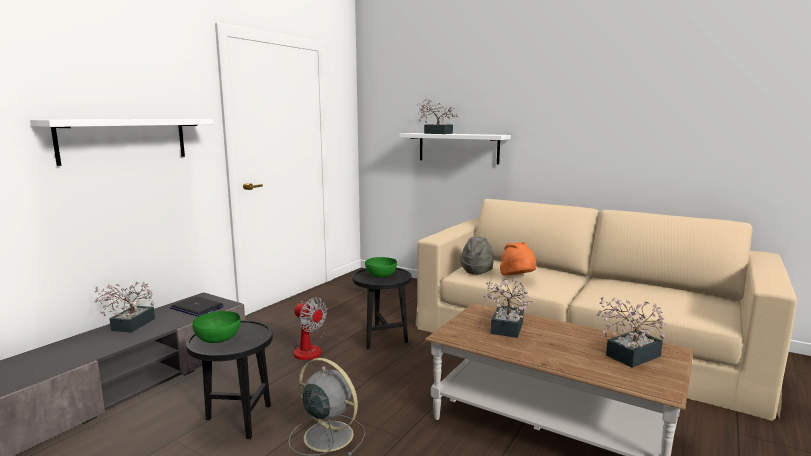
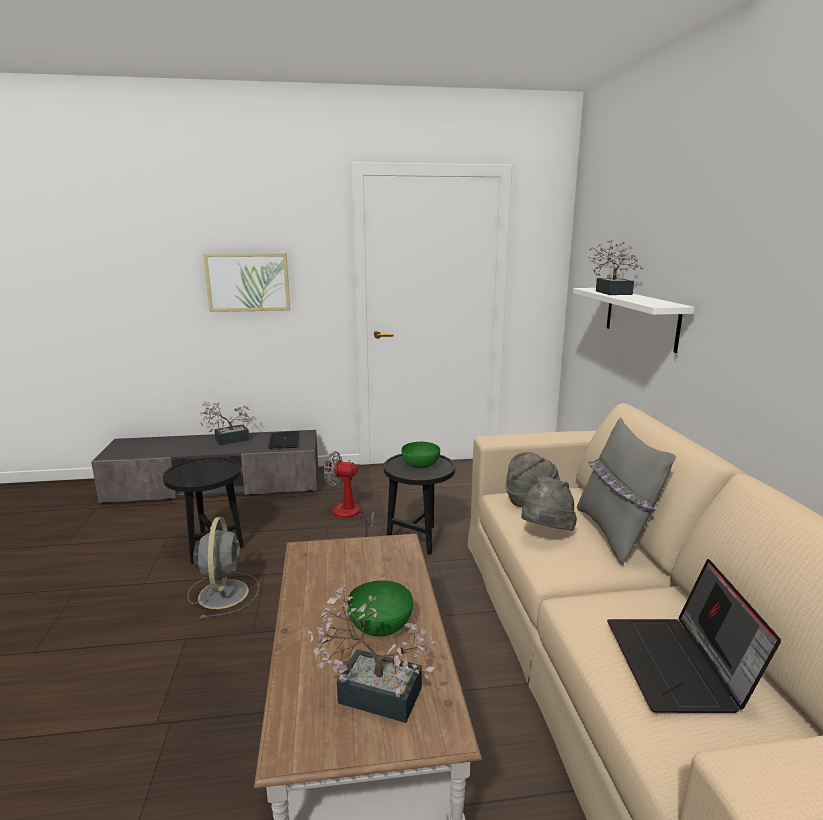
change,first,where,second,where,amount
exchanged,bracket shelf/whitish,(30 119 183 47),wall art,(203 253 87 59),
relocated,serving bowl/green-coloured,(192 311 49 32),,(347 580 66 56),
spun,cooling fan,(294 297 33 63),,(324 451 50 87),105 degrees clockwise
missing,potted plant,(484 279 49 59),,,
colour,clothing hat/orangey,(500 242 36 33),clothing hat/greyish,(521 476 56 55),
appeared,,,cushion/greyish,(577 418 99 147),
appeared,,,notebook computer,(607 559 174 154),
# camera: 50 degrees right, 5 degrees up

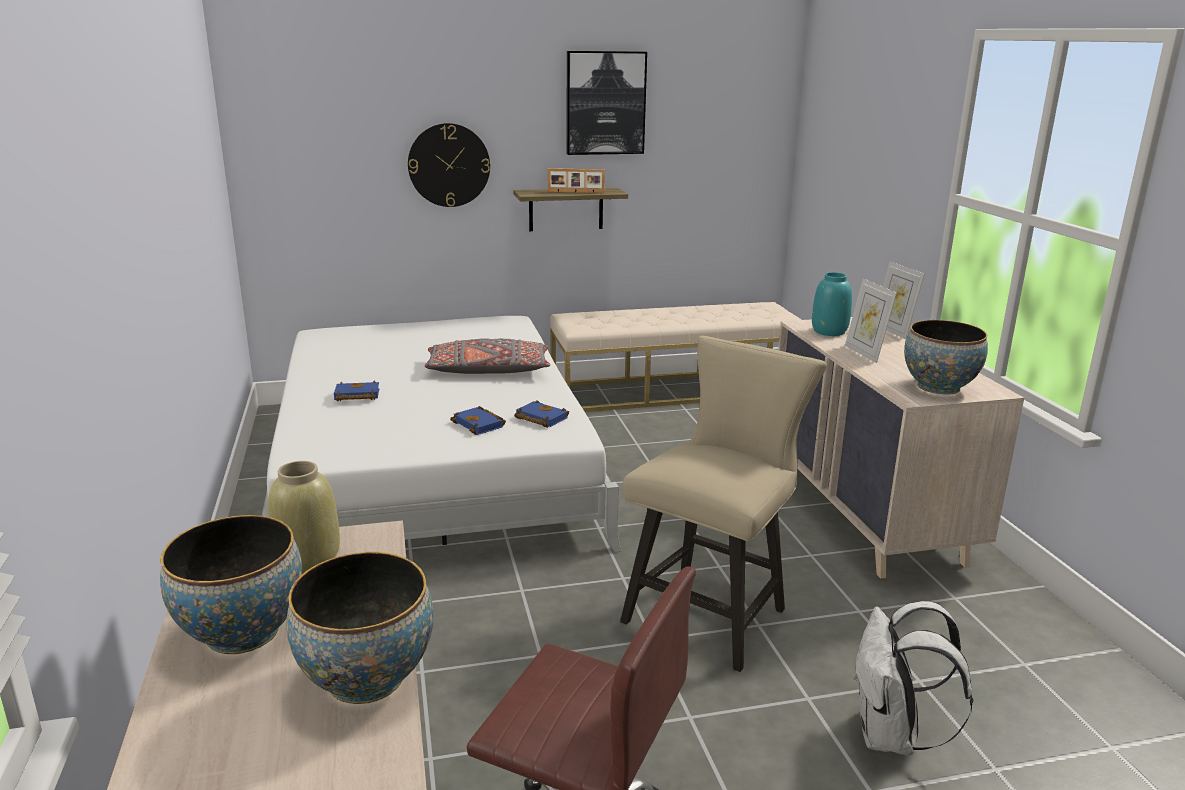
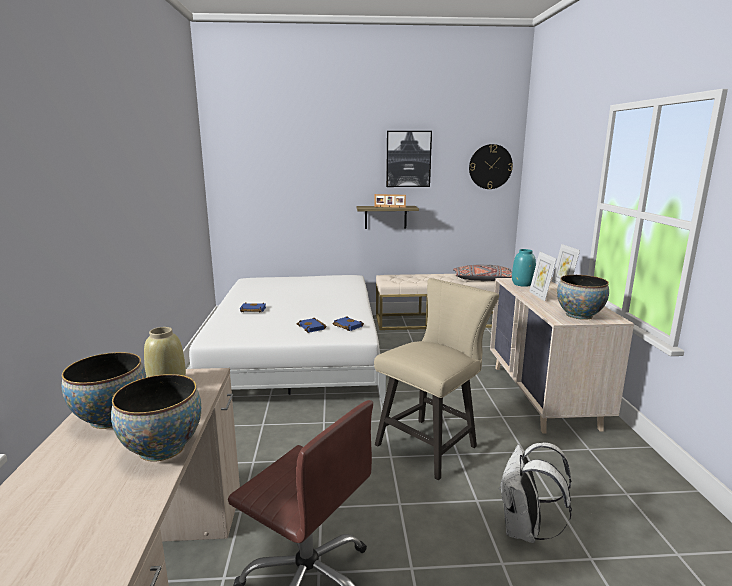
change,first,where,second,where,amount
relocated,hanging clock,(408 123 82 84),,(469 144 44 45),
relocated,cushion/greyish,(425 338 125 36),,(453 264 59 17),
# camera: 10 degrees right, 5 degrees down

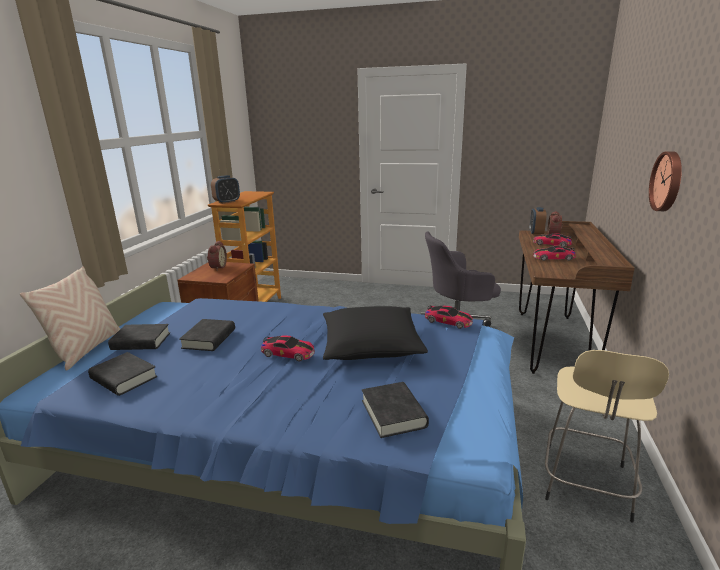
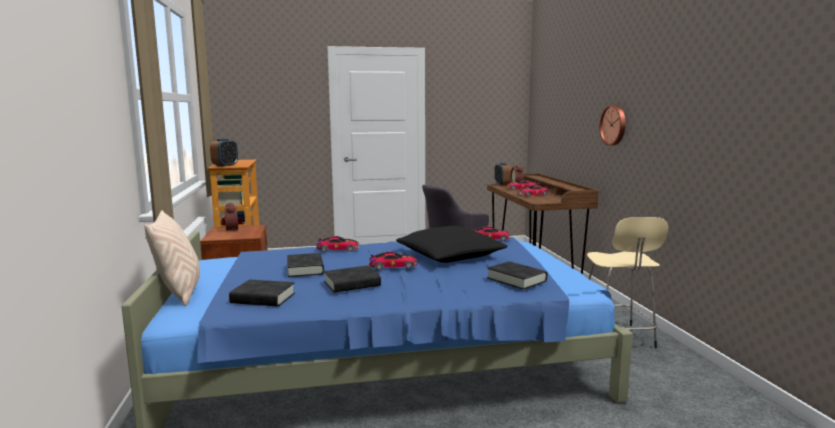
change,first,where,second,where,amount
relocated,volume/black,(108 324 62 26),,(324 265 57 28),
appeared,,,toy car,(317 236 42 16),
# camera: 25 degrees left, 10 degrees down

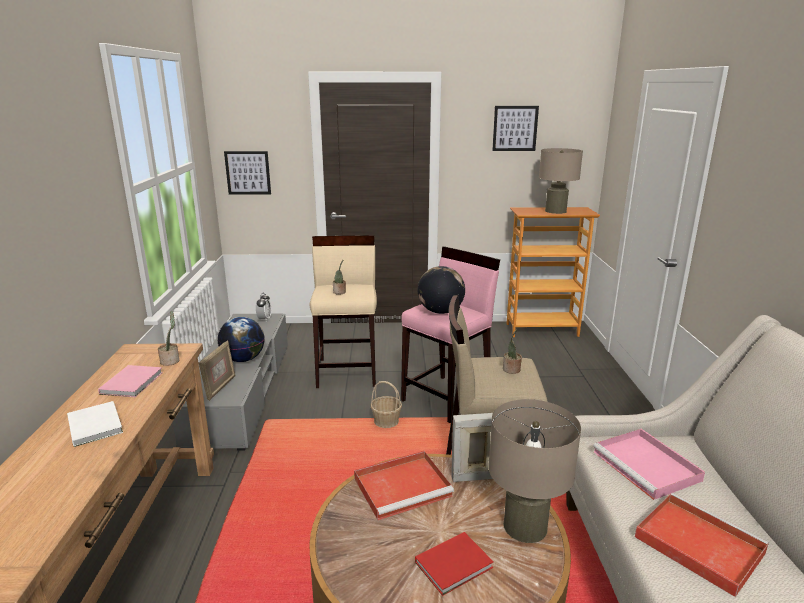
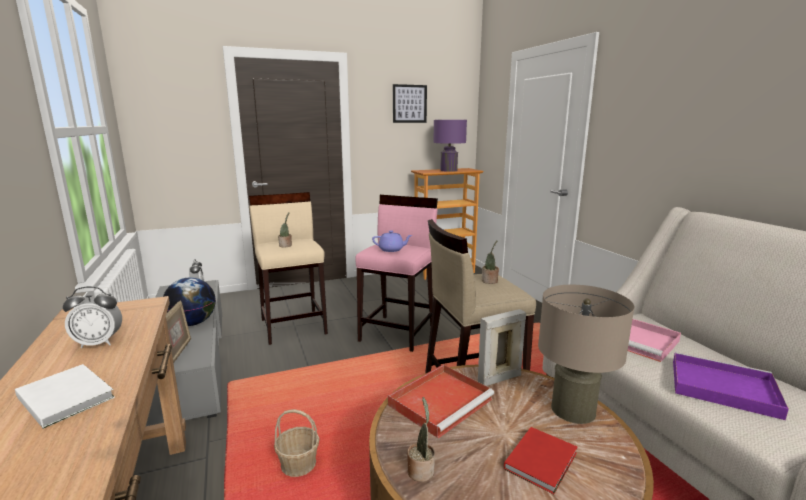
change,first,where,second,where,amount
exchanged,volume/pinkish,(98 365 65 32),bedside clock,(63 286 59 62),
relocated,potted plant,(158 311 21 55),,(407 397 28 85),
missing,wall art,(224 151 47 44),,,
relocated,basket,(371 381 31 47),,(274 409 46 68),
exchanged,desk globe,(418 266 47 48),teapot/purplish,(372 231 40 21),
colour,table lamp/beige,(539 148 44 66),table lamp/purplish,(433 120 34 52),
colour,carrying tray/reddish,(635 493 134 104),carrying tray/purplish,(673 352 116 68),
# camera: 20 degrees left, 5 degrees down

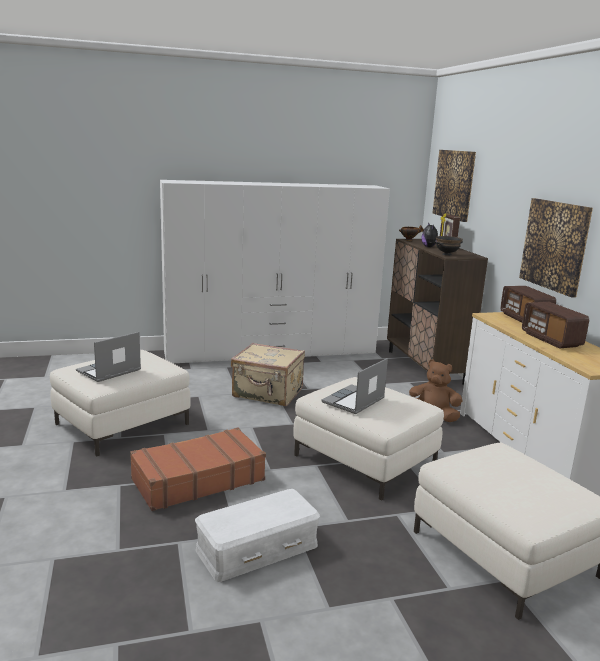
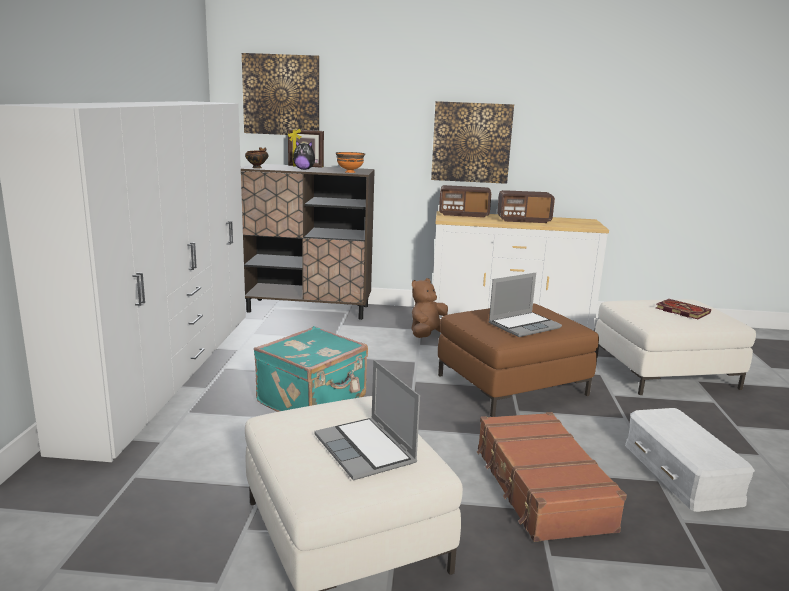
change,first,where,second,where,amount
colour,suitcase/beige,(231 343 74 63),suitcase/turquoise-coloured,(254 326 114 86),
colour,ottoman/whitish,(293 377 151 124),ottoman/brown-coloured,(438 303 161 114),
spun,notebook computer,(321 358 67 56),,(489 273 73 64),90 degrees counterclockwise
colour,serving bowl/black,(434 236 29 20),serving bowl/orangey,(336 152 29 21),
appeared,,,volume,(656 299 55 20),
# camera: 70 degrees left, 0 degrees up

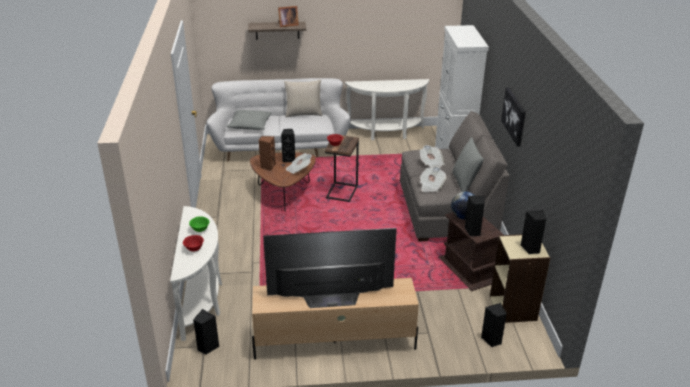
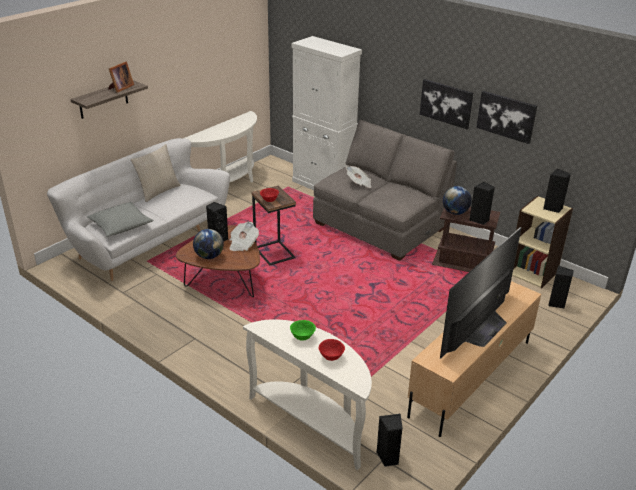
change,first,where,second,where,amount
exchanged,speaker/brown-coloured,(259 136 17 35),desk globe,(193 229 31 30),
missing,daily paper,(420 166 27 26),,,
missing,cushion/greyish,(452 137 32 55),,,
appeared,,,wall art,(476 91 61 53),
# camera: 45 degrees left, 0 degrees up

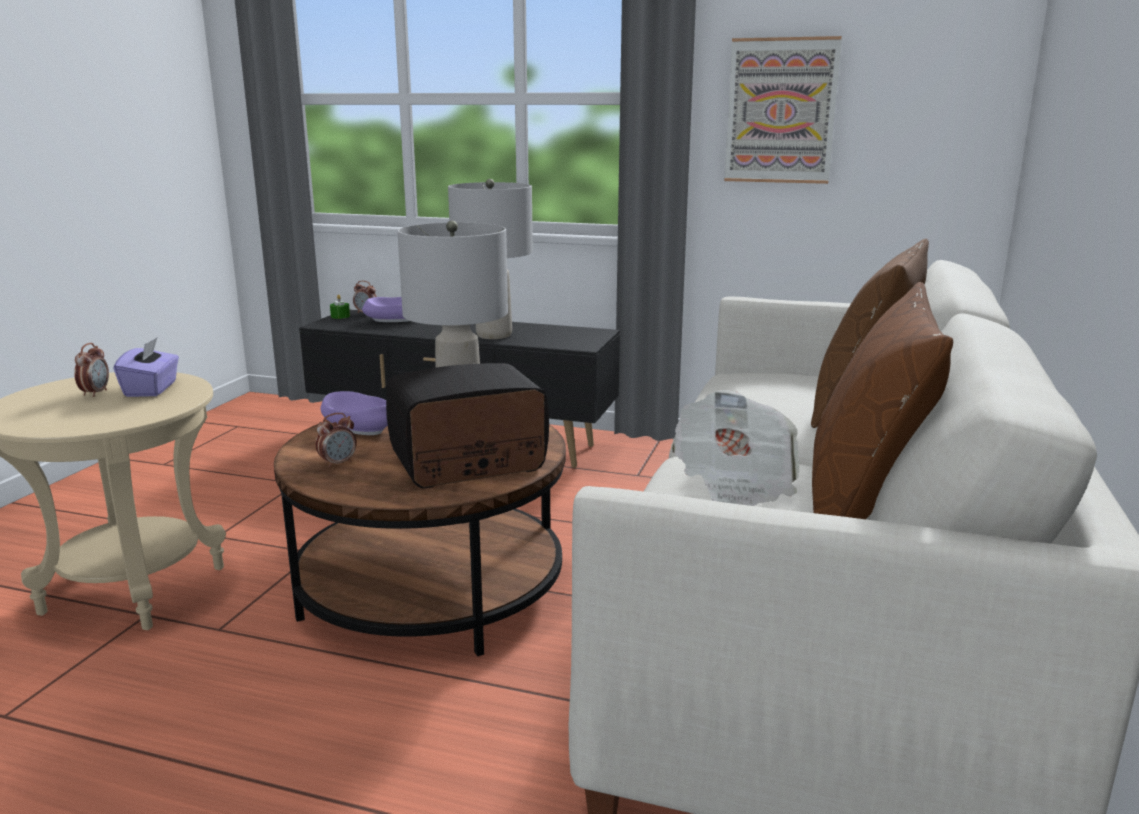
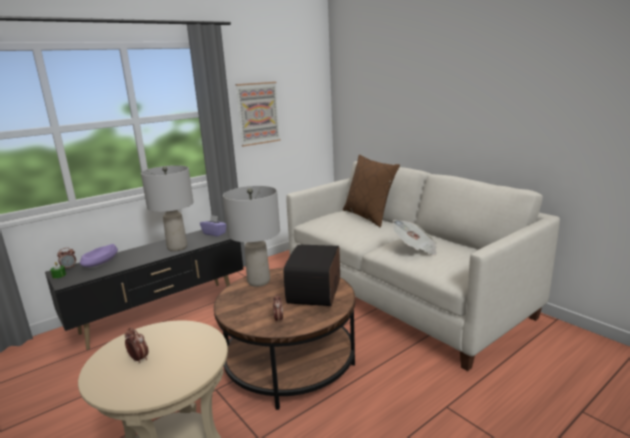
change,first,where,second,where,amount
relocated,tissue holder/purplish,(113 338 66 59),,(200 215 27 21),
missing,serving bowl/purplish,(321 391 67 44),,,
missing,cushion/brown-coloured,(812 282 141 237),,,
# camera: 55 degrees left, 0 degrees up

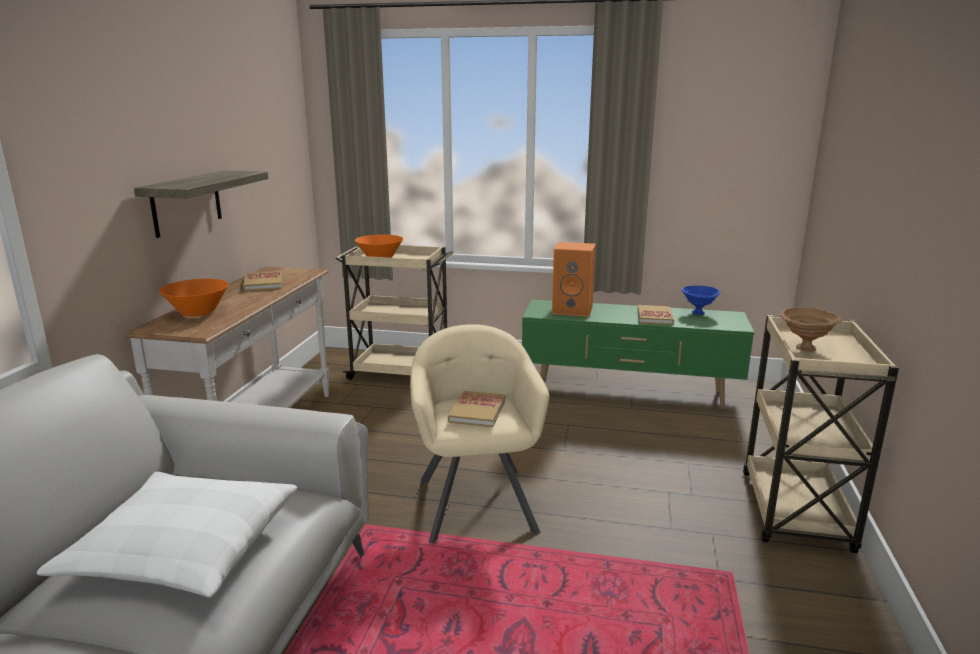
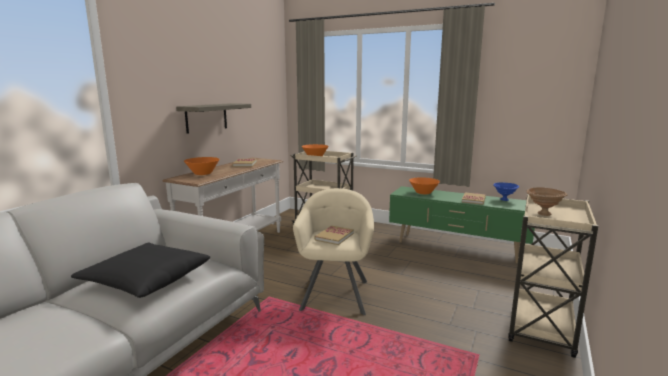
change,first,where,second,where,amount
colour,cushion/whitish,(37 472 260 126),cushion/black,(71 242 139 56),
exchanged,speaker/orangey,(552 242 44 75),serving bowl/orangey,(409 177 31 17),
# camera: 15 degrees right, 5 degrees down

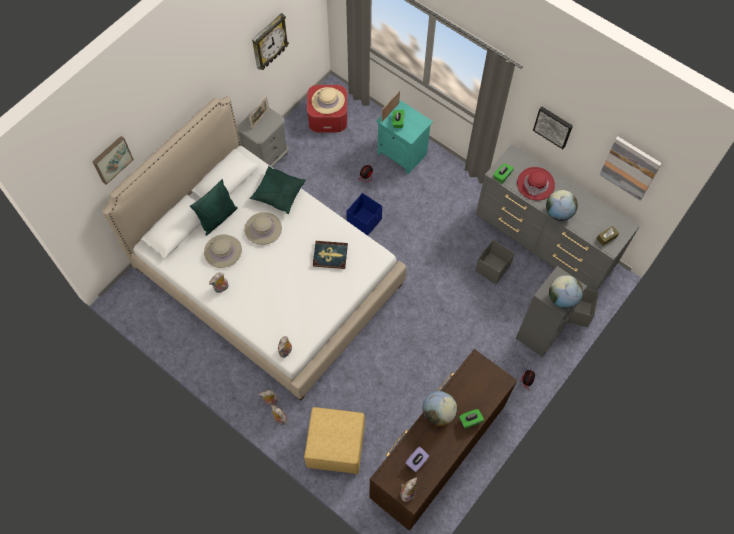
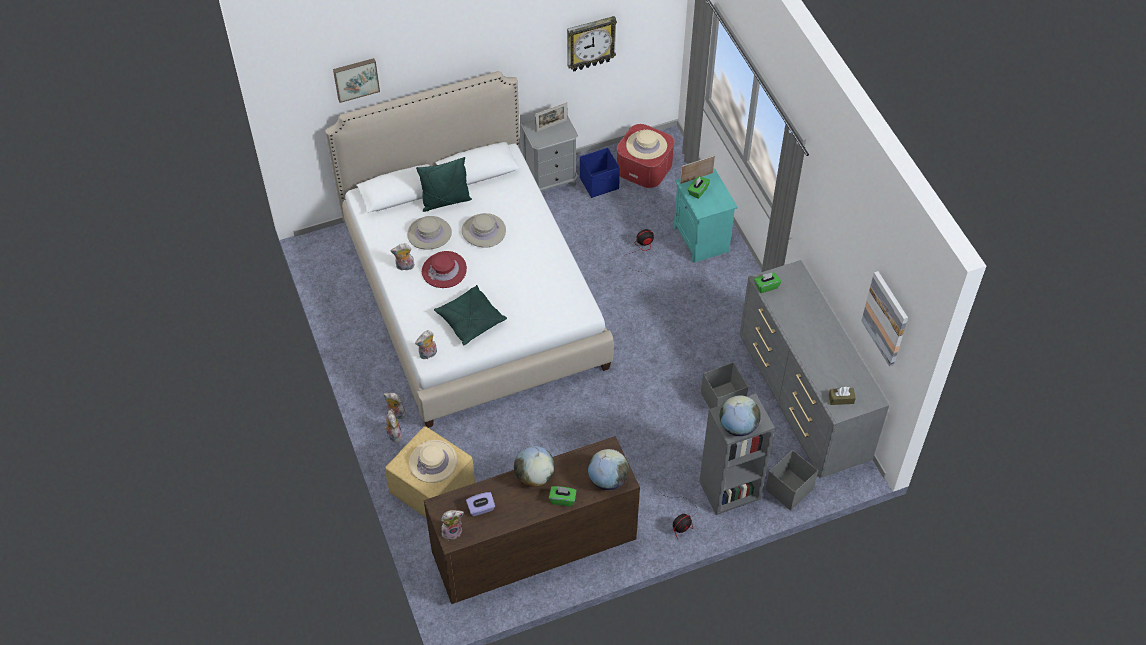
change,first,where,second,where,amount
relocated,cushion/green-coloured,(250 166 56 48),,(434 285 73 61),
missing,volume,(313 241 35 28),,,
relocated,storage box/blue,(346 193 36 43),,(580 148 40 50),
relocated,clothing hat/reddish,(517 167 38 33),,(422 251 45 37),
missing,wall art,(533 107 40 42),,,
relocated,desk globe,(546 190 32 31),,(588 449 41 41),
appeared,,,clothing hat/beige,(409 440 48 43),
# camera: 30 degrees right, 10 degrees down

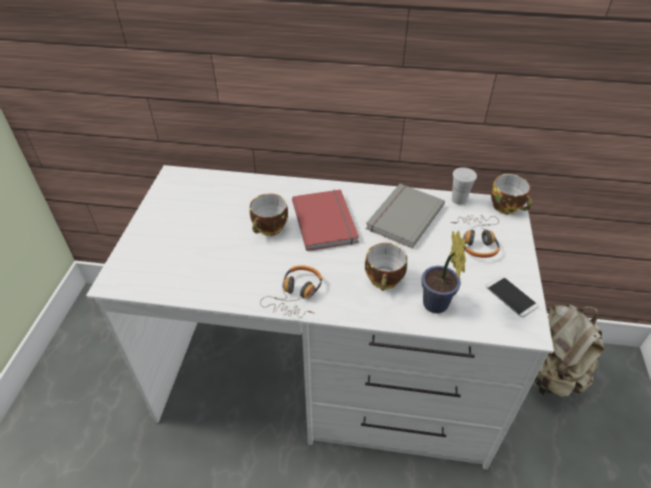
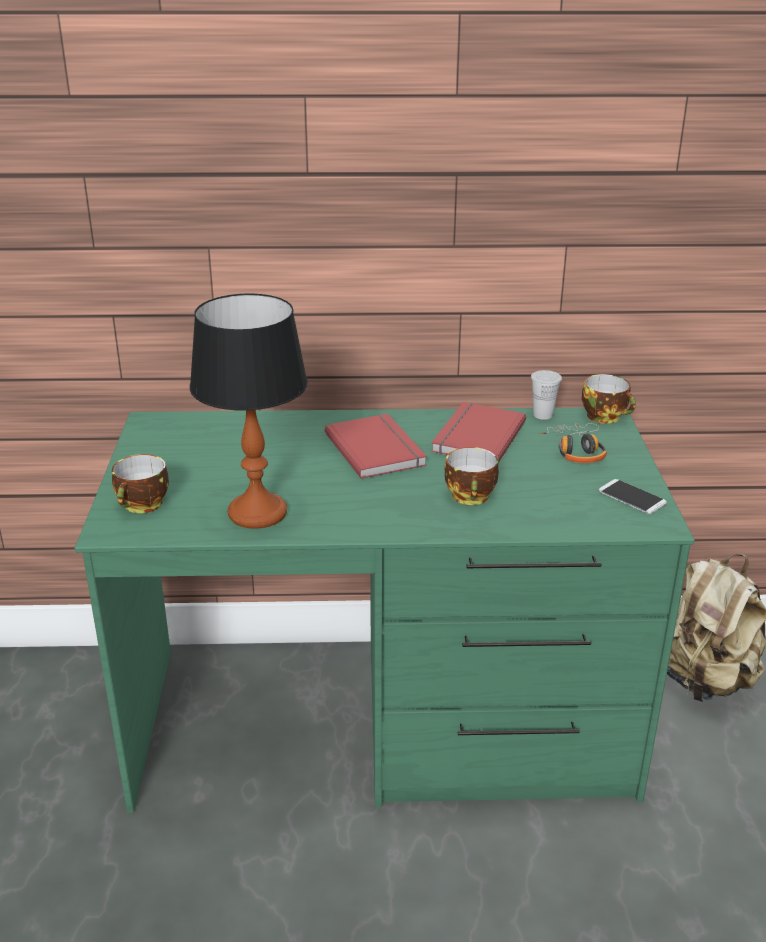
change,first,where,second,where,amount
colour,desk/whitish,(86 165 468 305),desk/green-coloured,(75 407 620 405),
relocated,cup,(250 193 38 43),,(112 454 57 59),
missing,pair of headphones,(260 265 62 53),,,
colour,volume/greyish,(366 184 79 65),volume/reddish,(431 402 95 61),
missing,potted plant,(421 230 45 83),,,
appeared,,,table lamp,(190 294 118 235),
# camera: 10 degrees left, 15 degrees down

